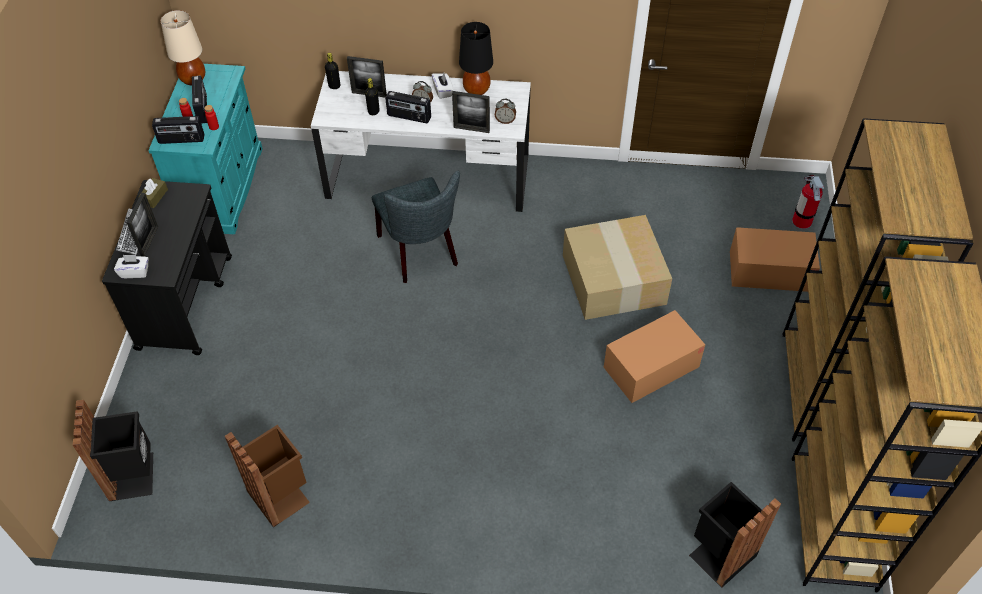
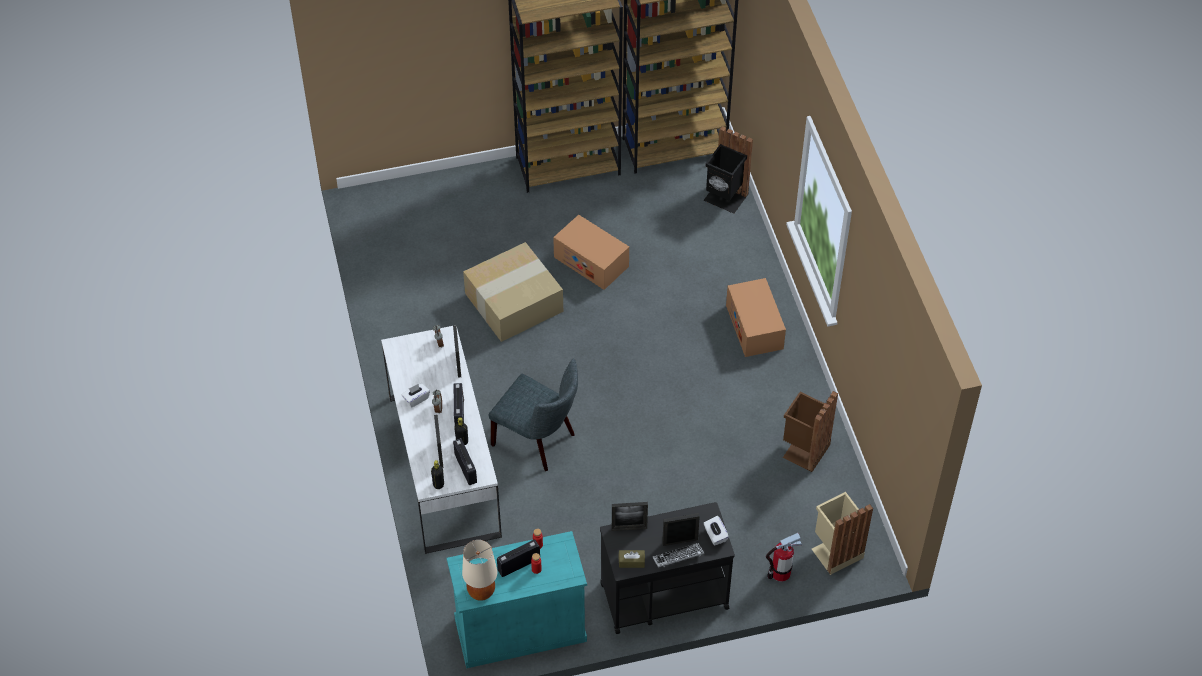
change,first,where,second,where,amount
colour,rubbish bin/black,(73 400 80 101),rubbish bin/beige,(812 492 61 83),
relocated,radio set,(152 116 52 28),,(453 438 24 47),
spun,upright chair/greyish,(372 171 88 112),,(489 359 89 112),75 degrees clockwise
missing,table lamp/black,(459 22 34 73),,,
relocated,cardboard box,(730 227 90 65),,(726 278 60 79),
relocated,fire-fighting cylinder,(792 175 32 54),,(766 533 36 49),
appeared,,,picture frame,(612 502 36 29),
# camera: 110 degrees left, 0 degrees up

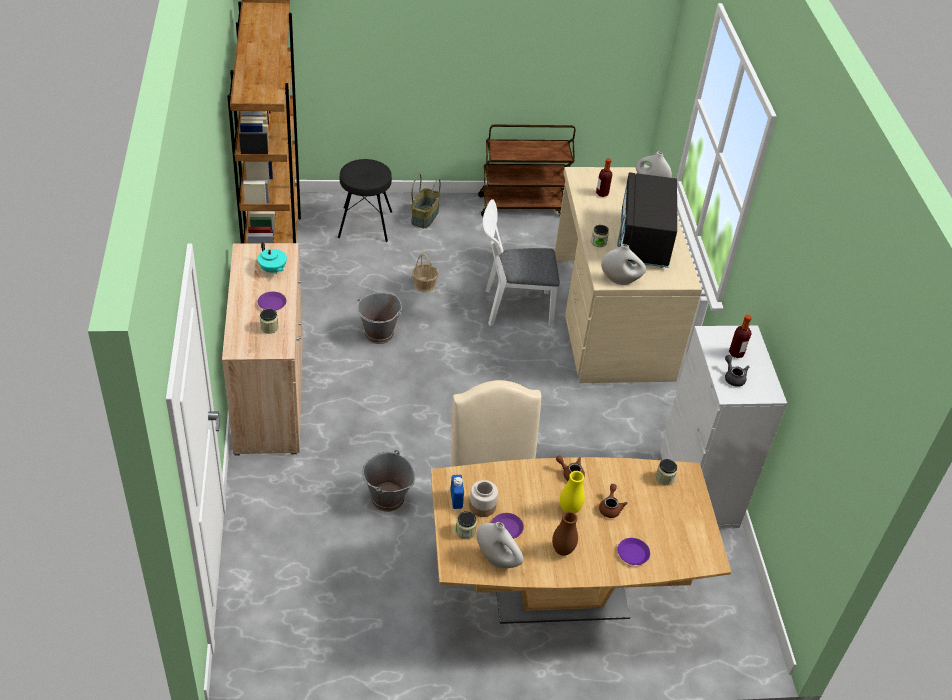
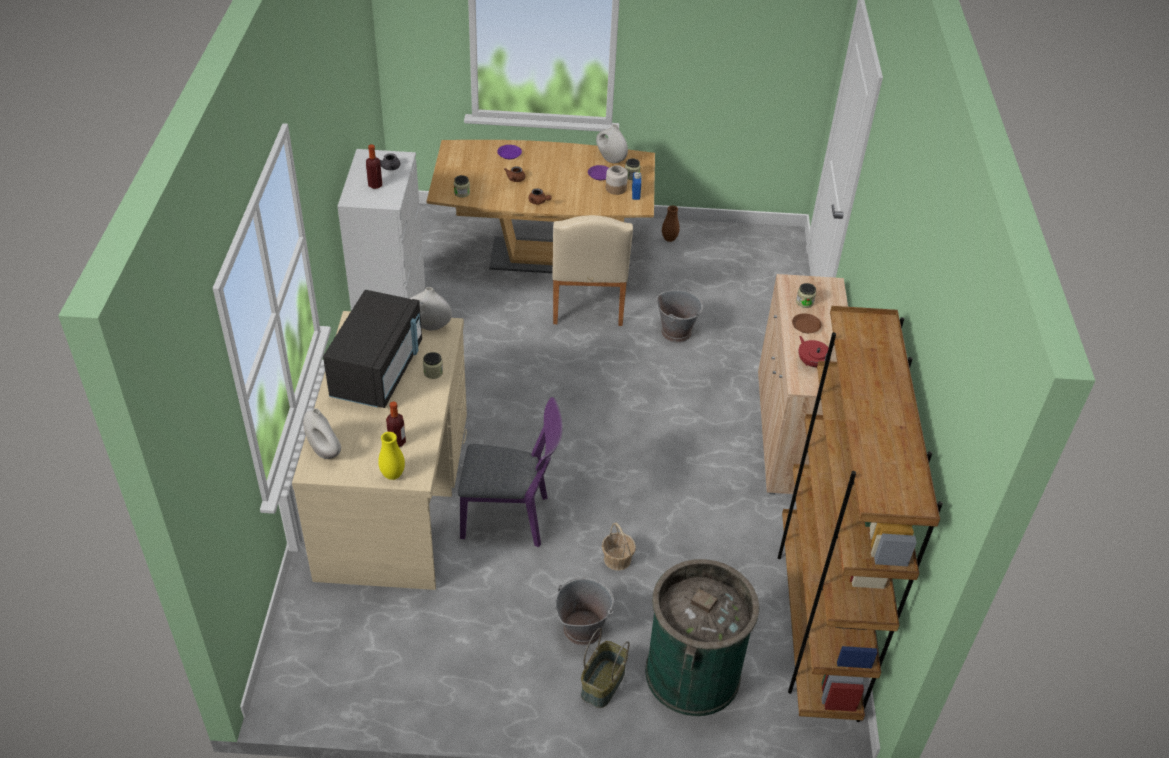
change,first,where,second,where,amount
colour,teapot/turquoise-coloured,(257 242 30 32),teapot/reddish,(798 336 31 32),
colour,flat dish/purplish,(258 292 28 19),flat dish/brown-coloured,(792 313 29 20),
exchanged,sitting stool/black,(338 159 54 83),rubbish bin/green-coloured,(645 559 114 157),
relocated,bucket/greyish,(357 293 45 51),,(555 578 59 68),
missing,trolley/brown-coloured,(478 124 98 92),,,
colour,upright chair/whitish,(483 199 77 127),upright chair/purplish,(458 397 105 151),
relocated,decorative vase/brown-coloured,(552 511 26 45),,(662 206 18 36),
relocated,decorative vase/yellowish,(560 471 25 43),,(378 432 27 48),
# camera: 170 degrees left, 0 degrees up

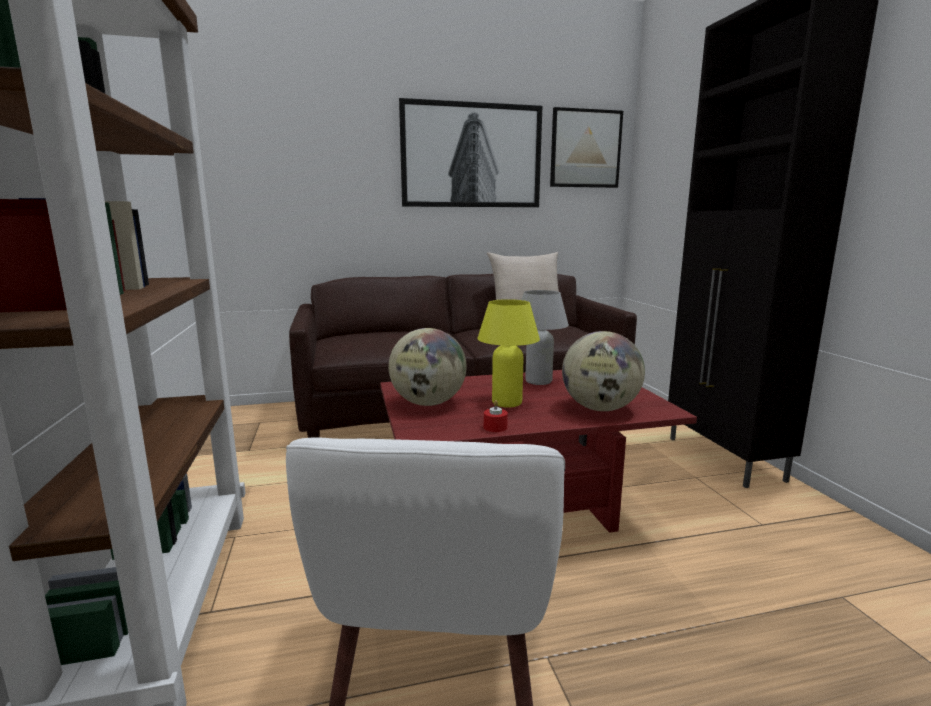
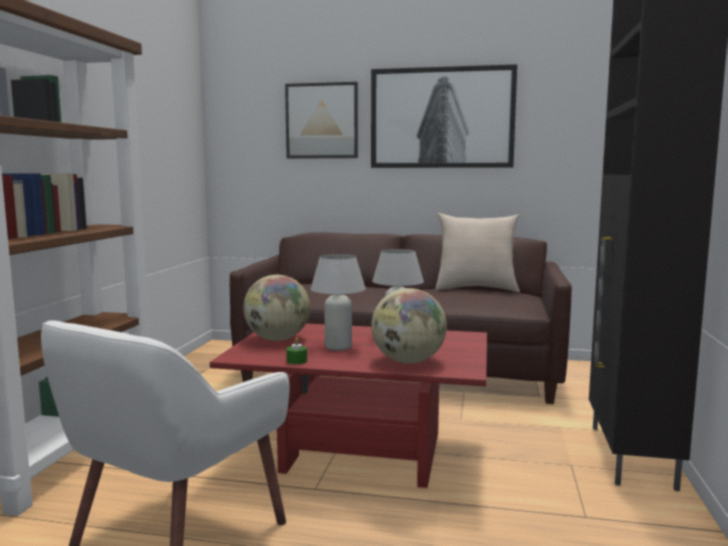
change,first,where,second,where,amount
colour,table lamp/yellowish,(477 299 63 109),table lamp/whitish,(310 254 56 97),
colour,candle/reddish,(484 400 24 32),candle/green-coloured,(286 337 21 28),
relocated,wall art,(550 107 73 81),,(285 82 73 77),
# camera: 25 degrees right, 5 degrees down

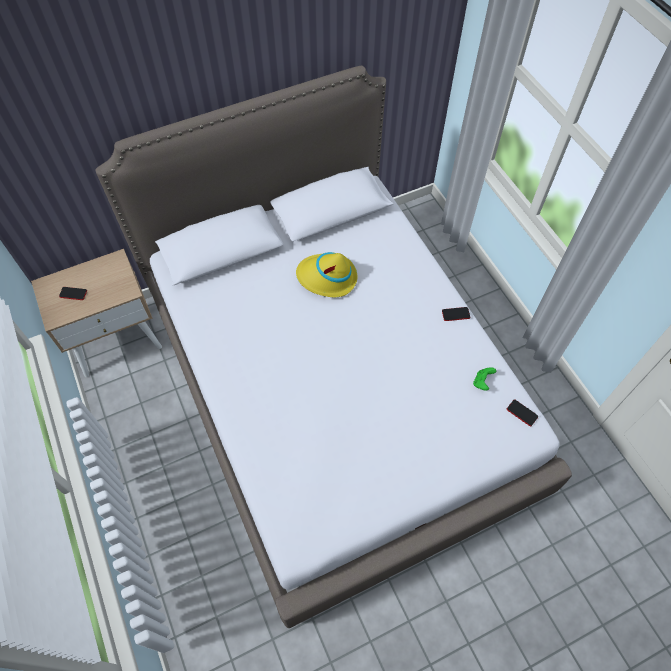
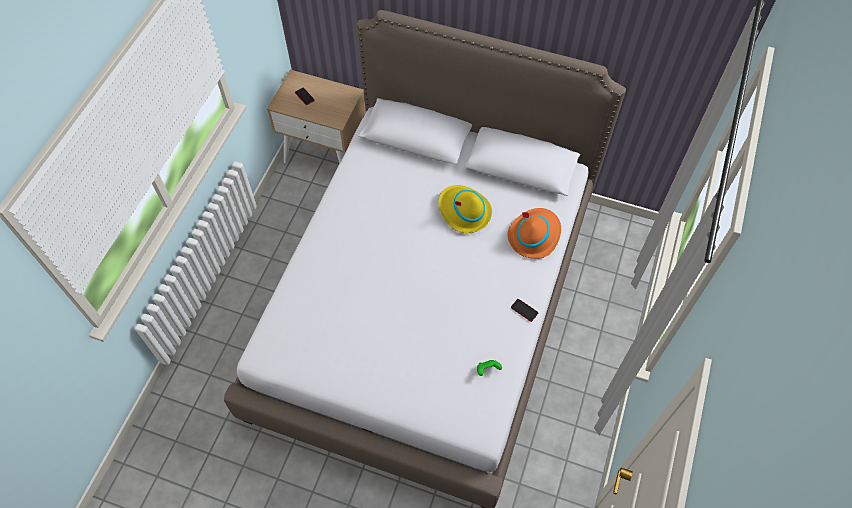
change,first,where,second,where,amount
missing,phone,(507 399 31 27),,,
appeared,,,clothing hat/orangey,(507 208 54 51),
# camera: 45 degrees right, 0 degrees up

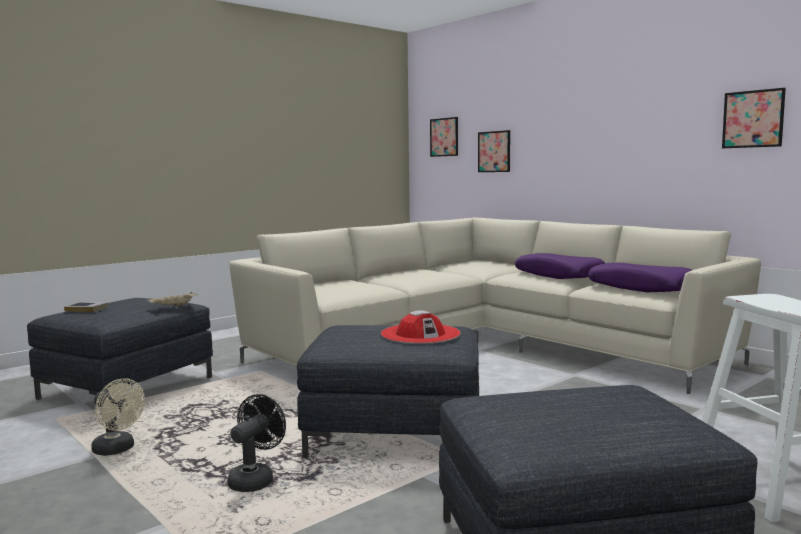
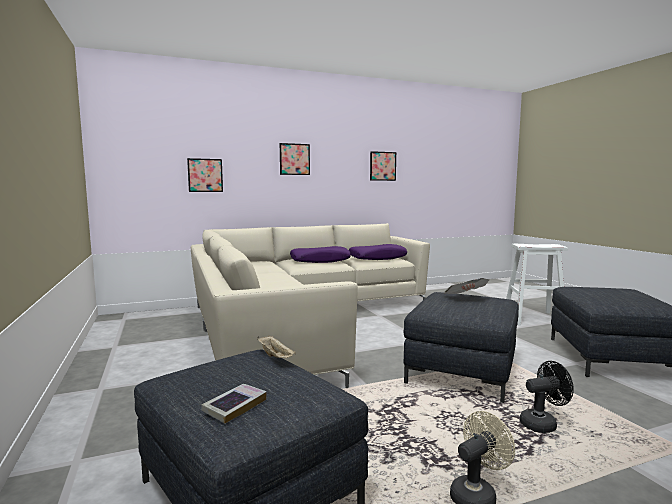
change,first,where,second,where,amount
spun,cooling fan/black,(227 394 59 98),,(520 361 54 72),120 degrees clockwise
exchanged,clothing hat/reddish,(381 311 79 33),daily paper,(443 278 46 16),
relocated,wall art,(430 117 28 40),,(280 143 30 32),
# camera: 70 degrees left, 0 degrees up

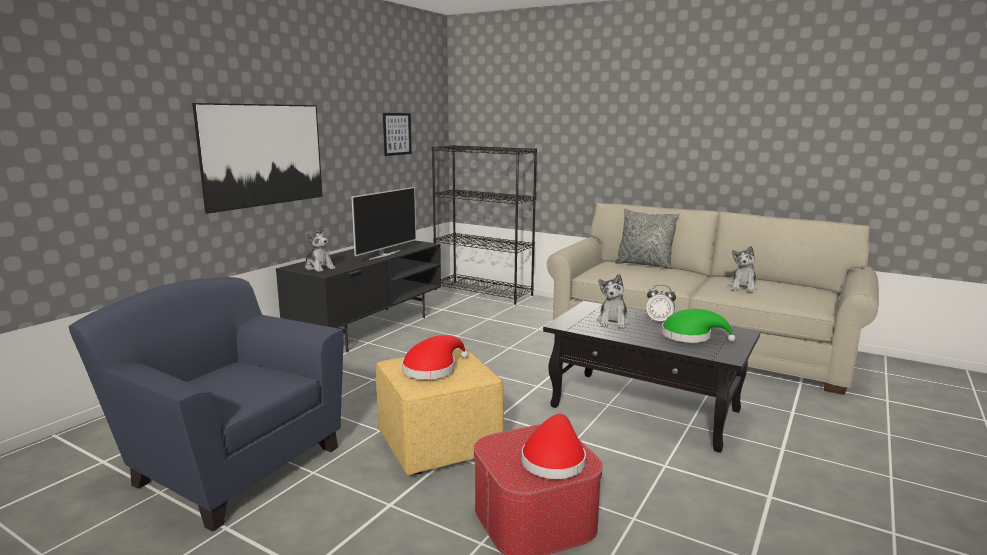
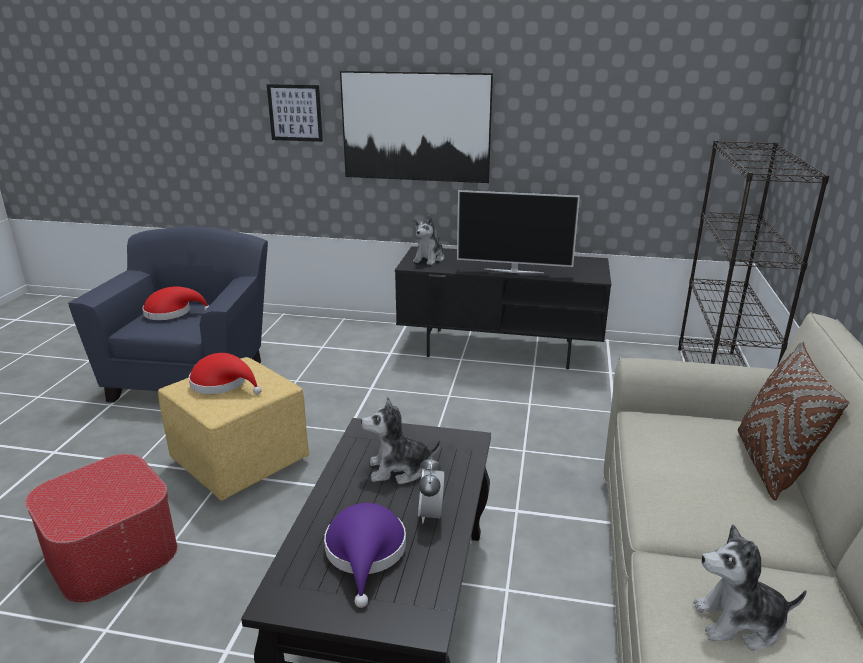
change,first,where,second,where,amount
relocated,wall art,(383 113 29 43),,(267 84 56 58),
relocated,clothing hat/reddish,(522 414 64 65),,(142 286 67 34),
colour,cushion/greyish,(615 208 65 61),cushion/brown-coloured,(738 341 111 160),
colour,clothing hat/green-coloured,(661 309 74 34),clothing hat/purplish,(324 503 82 105),
# camera: 70 degrees right, 10 degrees up

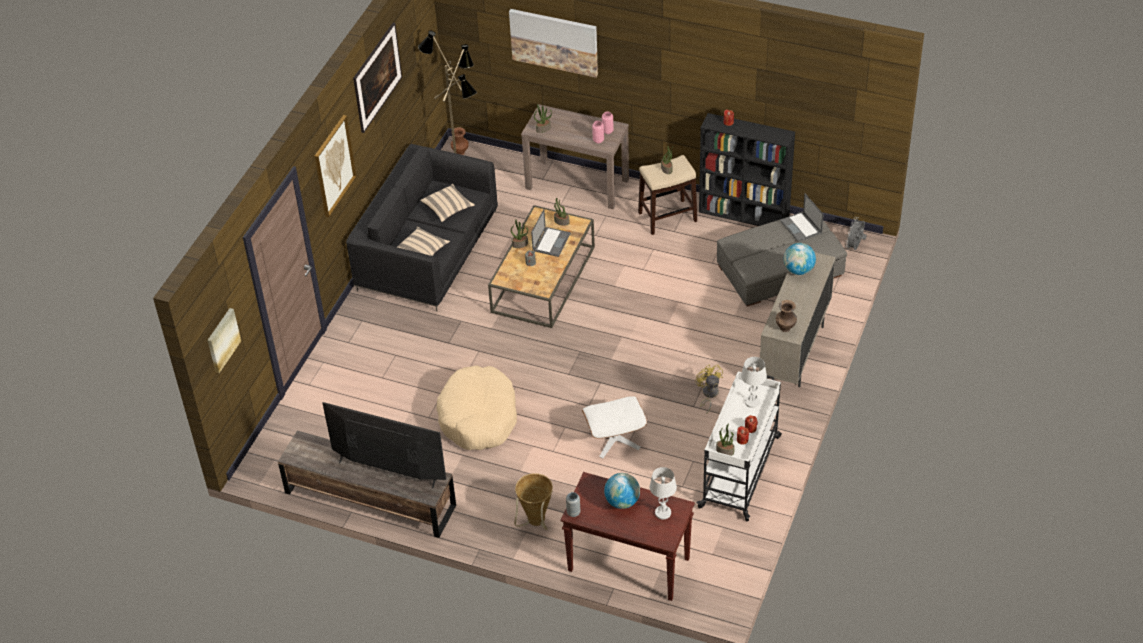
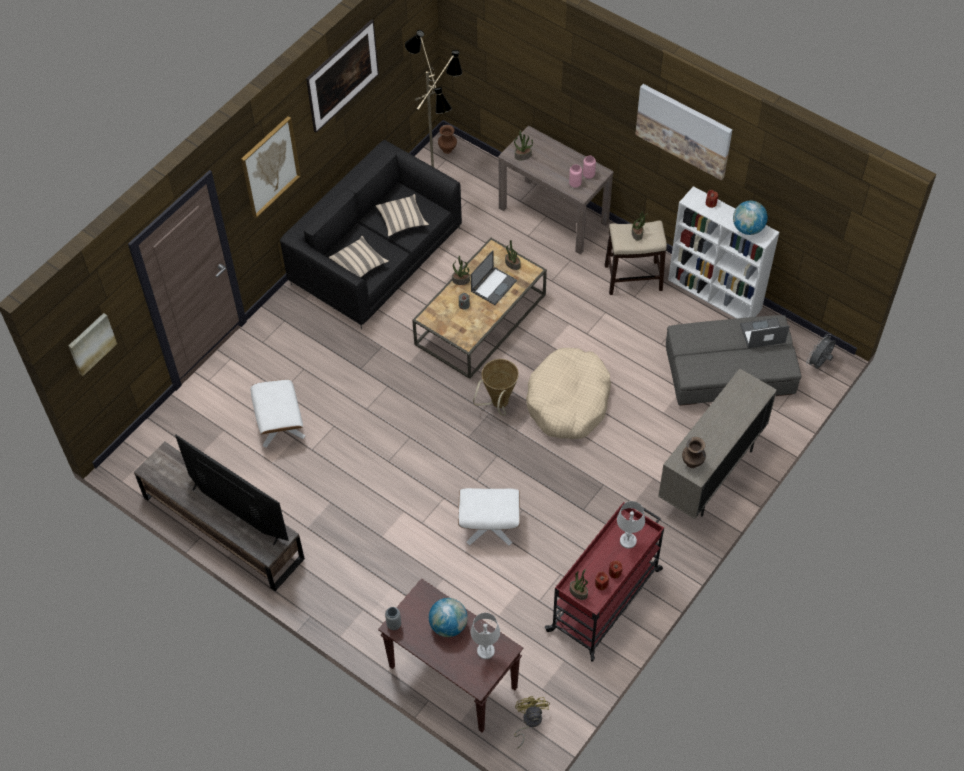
change,first,where,second,where,amount
relocated,dog bed/beige,(436 365 81 85),,(526 348 85 91),
relocated,wall art,(509 9 89 69),,(635 84 98 96),
relocated,basket,(514 473 39 57),,(473 359 46 57),
relocated,cooling fan/yellowish,(695 365 28 49),,(514 696 36 52),
colour,trolley/whitish,(696 371 86 150),trolley/reddish,(545 502 119 160),
colour,bookshelf/black,(699 113 96 113),bookshelf/whitish,(668 186 111 133),
spun,notebook computer,(780 193 44 49),,(740 318 50 30),90 degrees clockwise
relocated,desk globe,(784 243 32 32),,(733 201 35 34),
appeared,,,ottoman/whitish,(251 379 54 69),
# camera: 15 degrees right, 10 degrees up

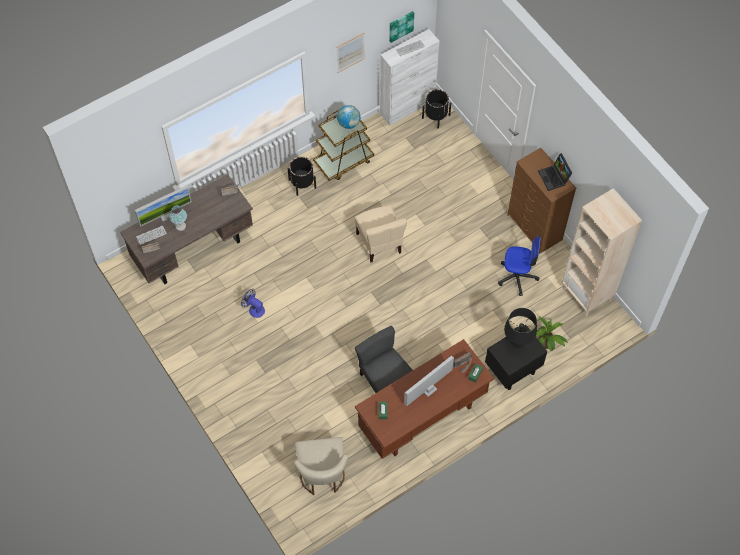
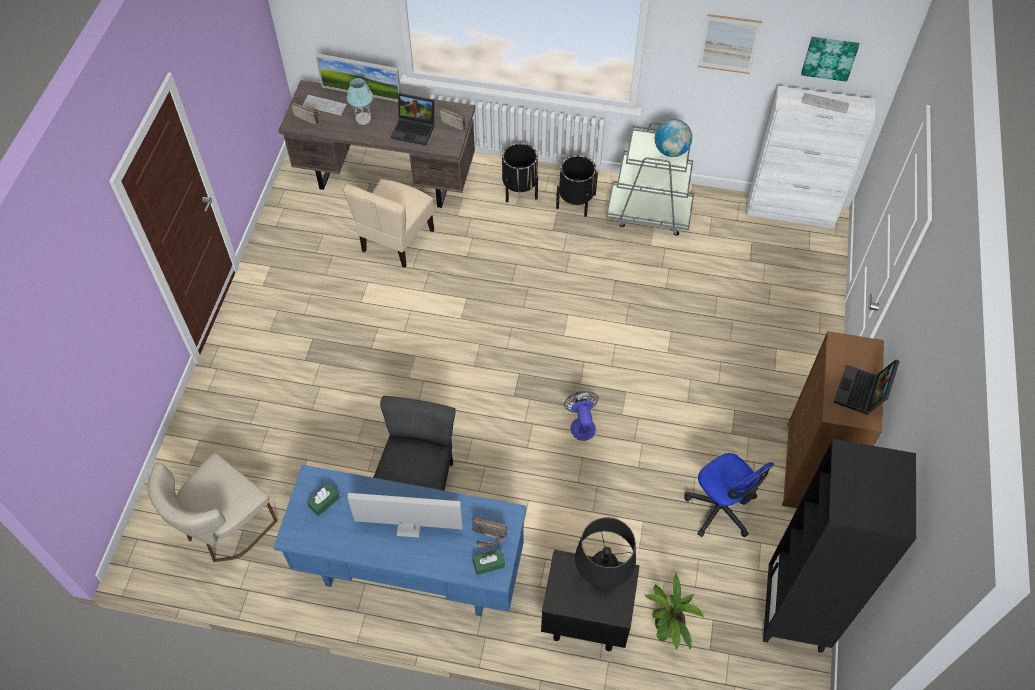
change,first,where,second,where,amount
relocated,cooling fan,(241 289 24 29),,(564 391 35 50),
colour,trolley/brown-coloured,(313 109 61 72),trolley/greyish,(606 122 88 114),
relocated,upright chair/beige,(355 205 52 57),,(343 179 91 89),
colour,desk/brown-coloured,(355 339 139 120),desk/blue,(273 465 254 151),
relocated,plant pot/black,(422 89 29 40),,(502 143 36 59),
colour,bookshelf/beige,(562 188 80 128),bookshelf/black,(763 439 153 214),
appeared,,,notebook computer,(391 93 44 52),
# camera: 45 degrees right, 5 degrees down

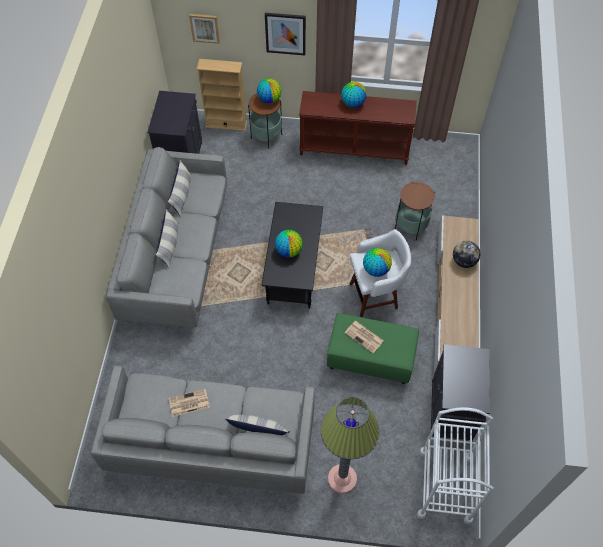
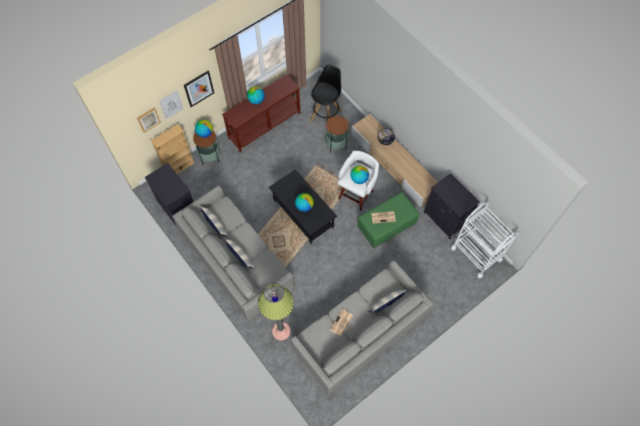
change,first,where,second,where,amount
relocated,standard lamp,(320 397 60 97),,(258 283 36 58),
appeared,,,wall art,(159 90 25 29),
appeared,,,sitting stool/black,(310 65 32 57),
# camera: 45 degrees left, 5 degrees up

